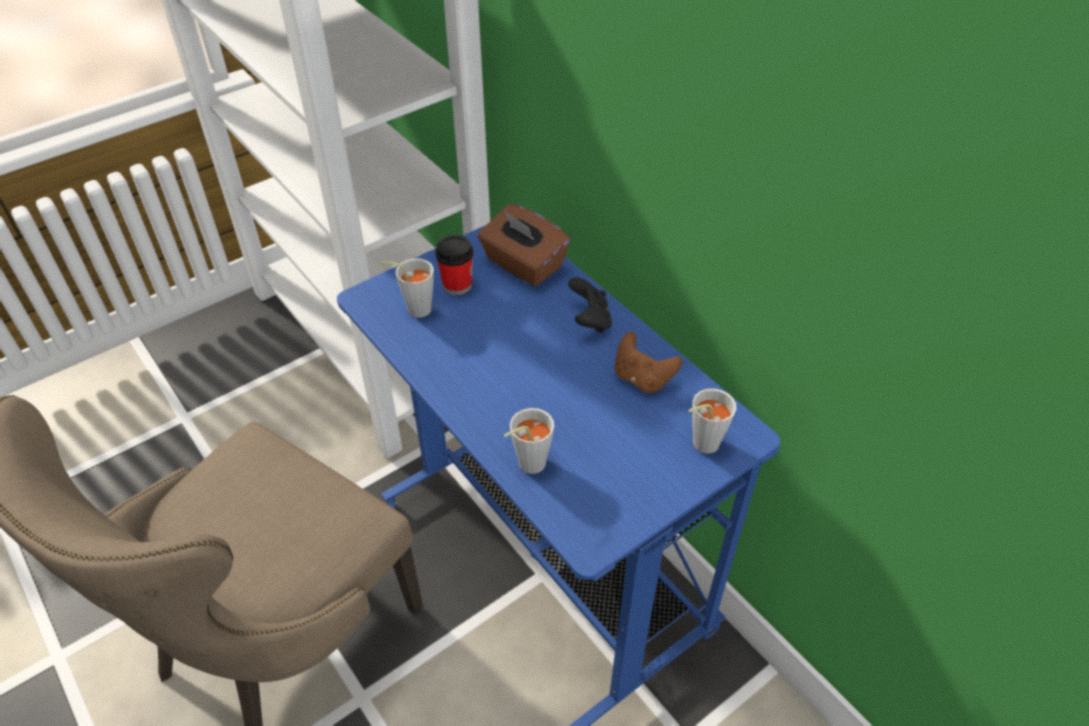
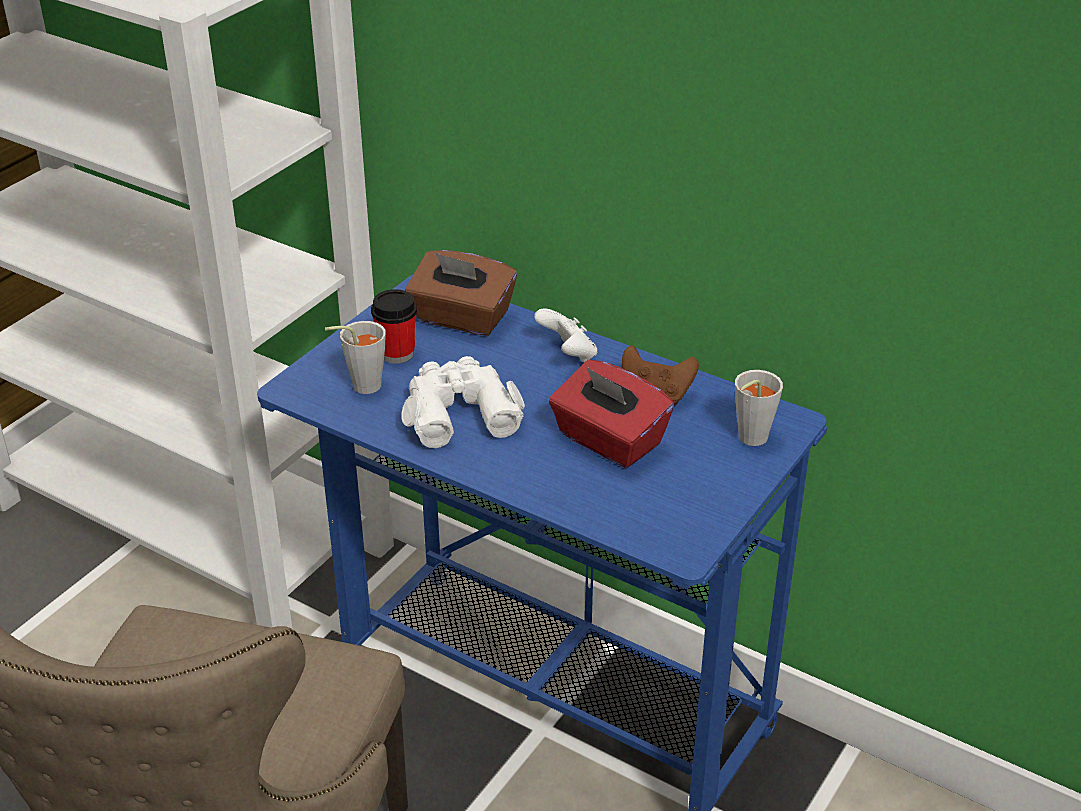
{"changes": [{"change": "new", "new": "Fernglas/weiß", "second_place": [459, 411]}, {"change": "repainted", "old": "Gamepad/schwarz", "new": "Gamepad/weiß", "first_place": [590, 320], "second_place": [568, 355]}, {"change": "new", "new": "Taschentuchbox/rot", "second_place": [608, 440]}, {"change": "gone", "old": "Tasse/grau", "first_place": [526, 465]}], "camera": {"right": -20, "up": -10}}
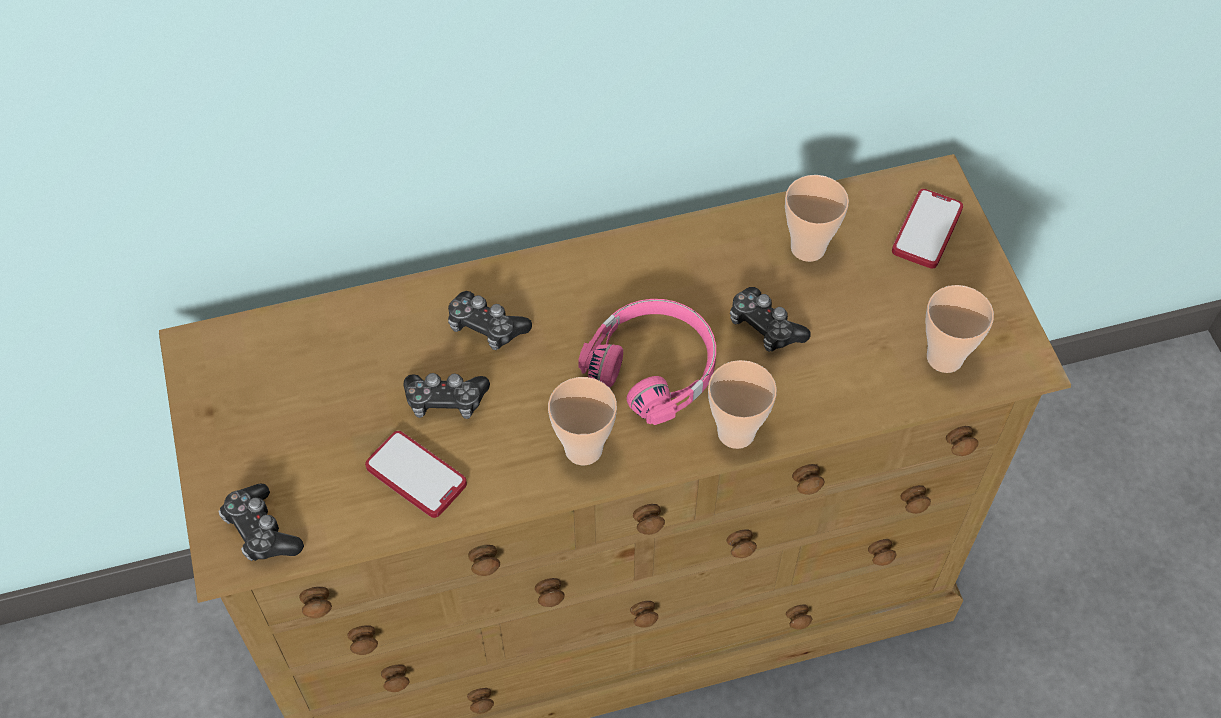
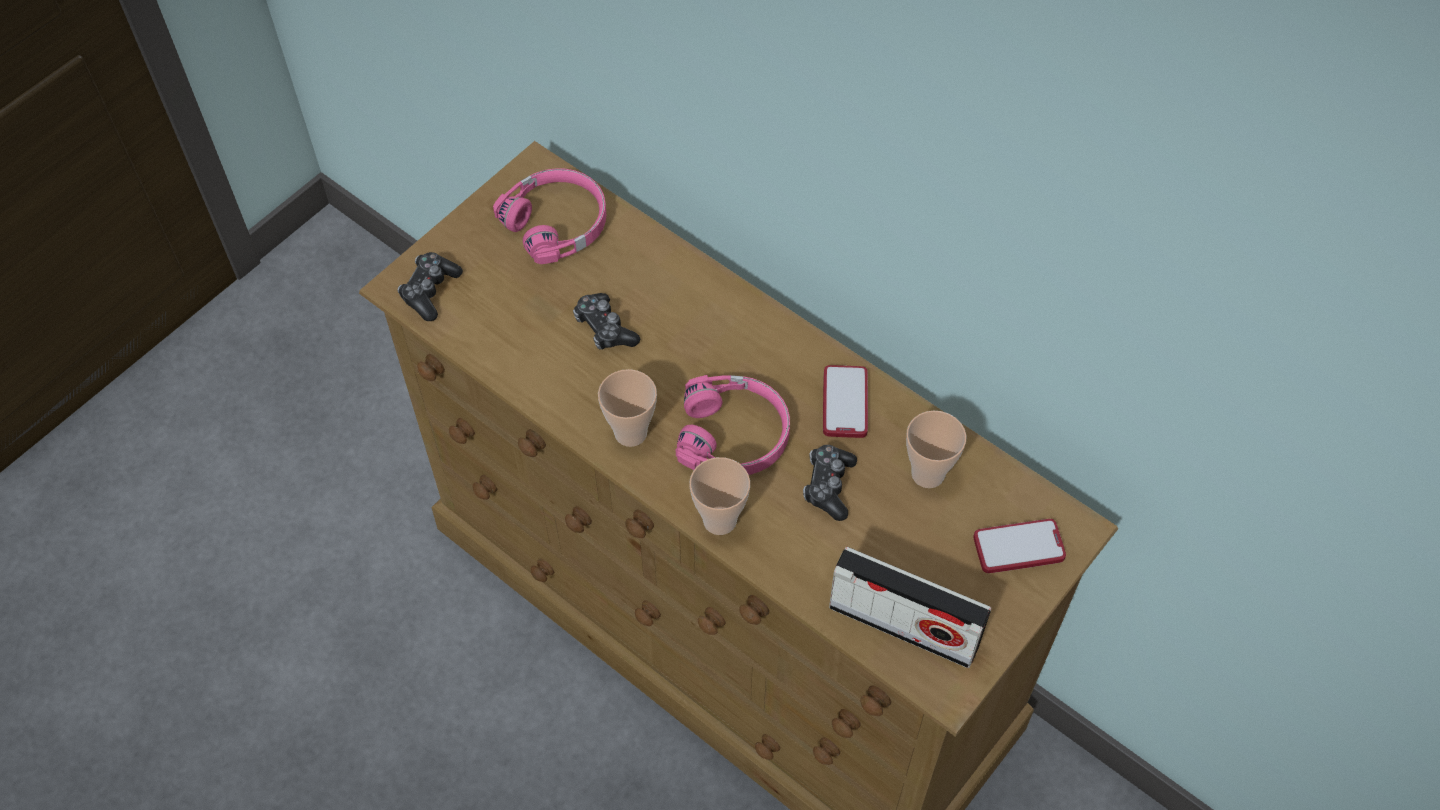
{"changes": [{"change": "new", "new": "Kopfhörer/rosa", "second_place": [557, 223]}, {"change": "shifted", "old": "Handy", "first_place": [416, 475], "second_place": [845, 403]}, {"change": "swapped", "old": "Tasse", "new": "Radio", "first_place": [944, 357], "second_place": [903, 626]}, {"change": "gone", "old": "Gamepad", "first_place": [486, 327]}], "camera": {"right": 55, "up": 0}}
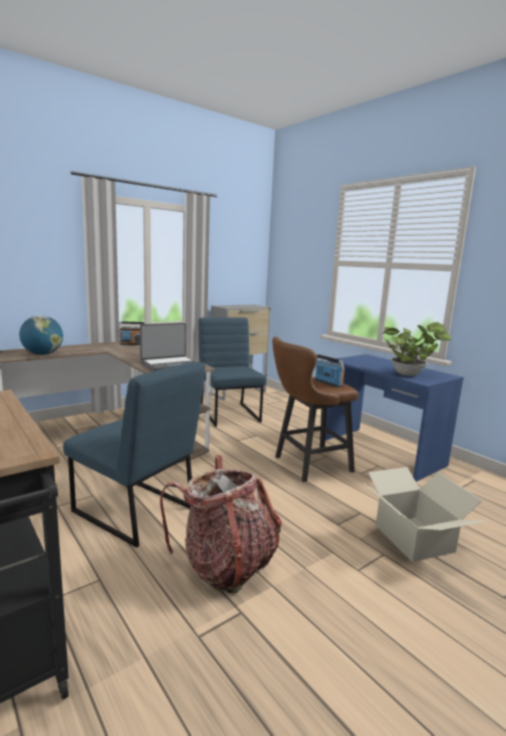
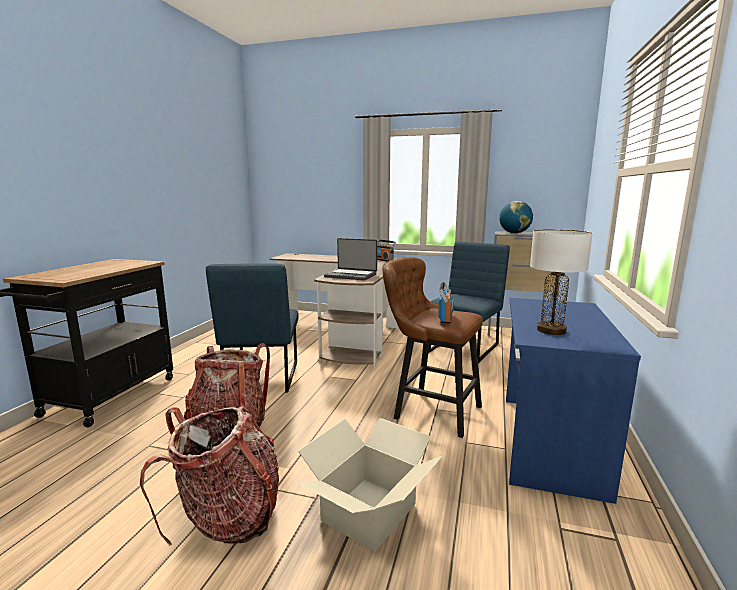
{"changes": [{"change": "new", "new": "Rucksack", "second_place": [228, 517]}, {"change": "shifted", "old": "Globus", "first_place": [42, 354], "second_place": [514, 233]}, {"change": "swapped", "old": "Topfpflanze", "new": "Tischlampe", "first_place": [410, 374], "second_place": [551, 330]}], "camera": {"right": 55, "up": 0}}
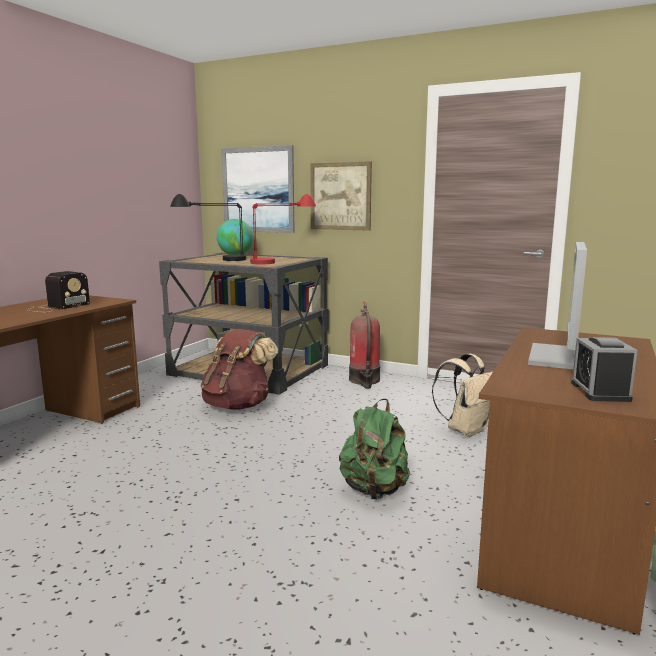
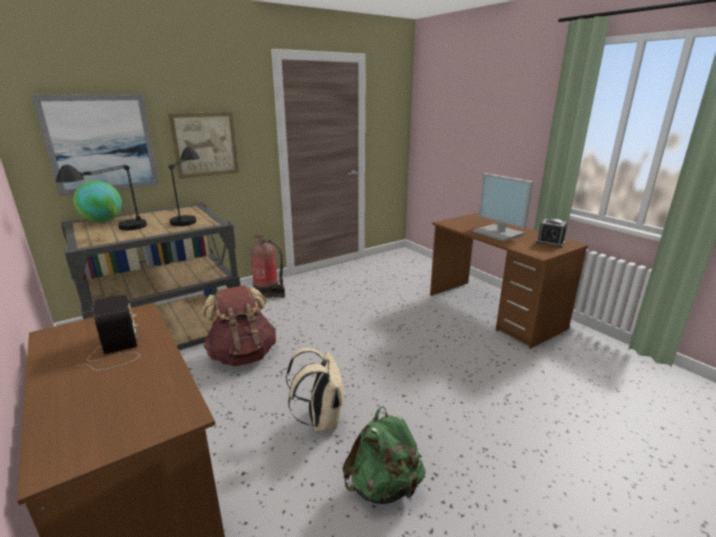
{"changes": [{"change": "repainted", "old": "Tischlampe/rot", "new": "Tischlampe/schwarz", "first_place": [282, 261], "second_place": [189, 216]}, {"change": "shifted", "old": "Rucksack/beige", "first_place": [466, 429], "second_place": [320, 420]}, {"change": "shifted", "old": "Rucksack/grün", "first_place": [374, 490], "second_place": [383, 487]}], "camera": {"right": -60, "up": 10}}
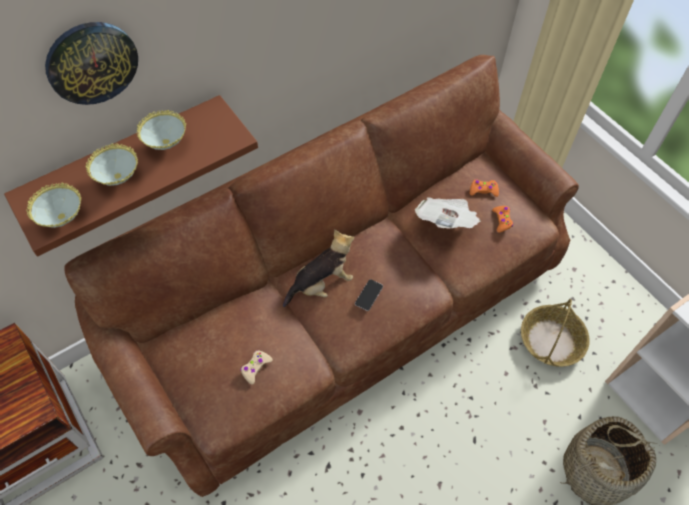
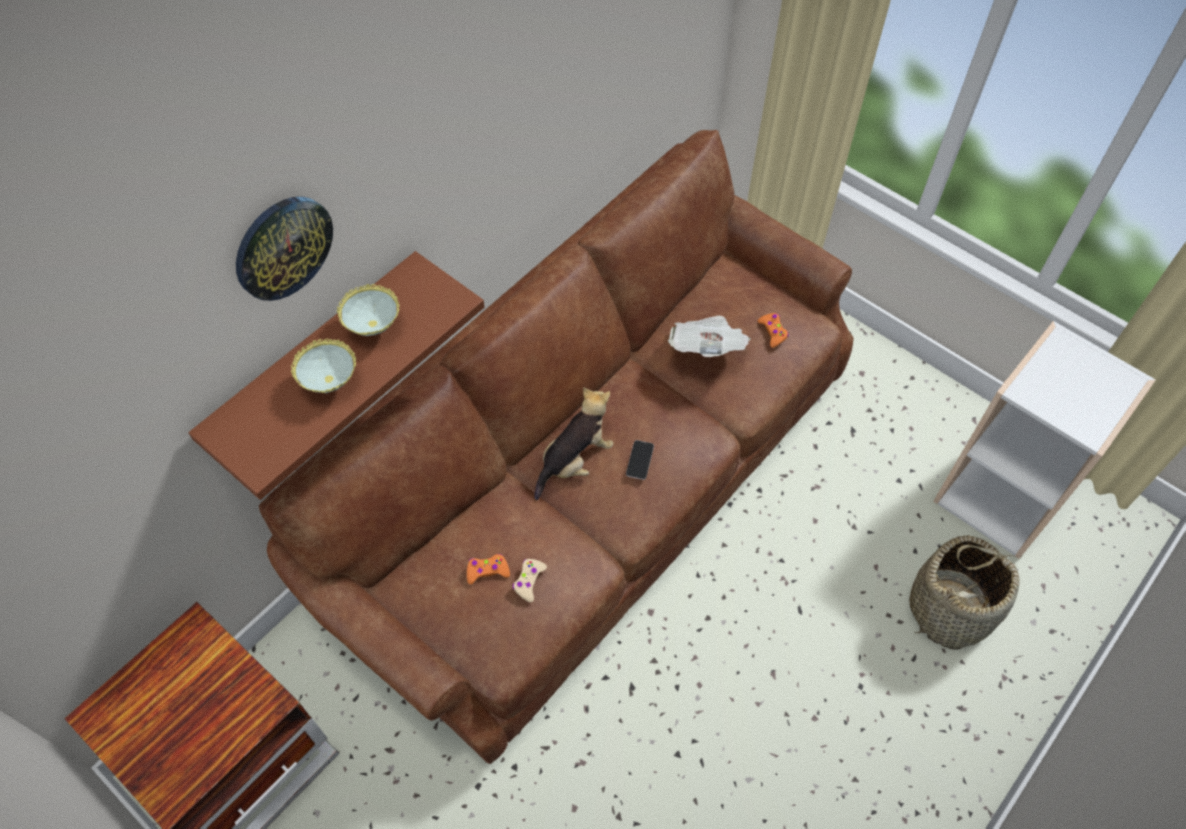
{"changes": [{"change": "shifted", "old": "Gamepad/orange", "first_place": [483, 190], "second_place": [487, 571]}, {"change": "gone", "old": "Schüssel", "first_place": [64, 220]}, {"change": "gone", "old": "Korb", "first_place": [551, 341]}], "camera": {"right": -15, "up": 0}}
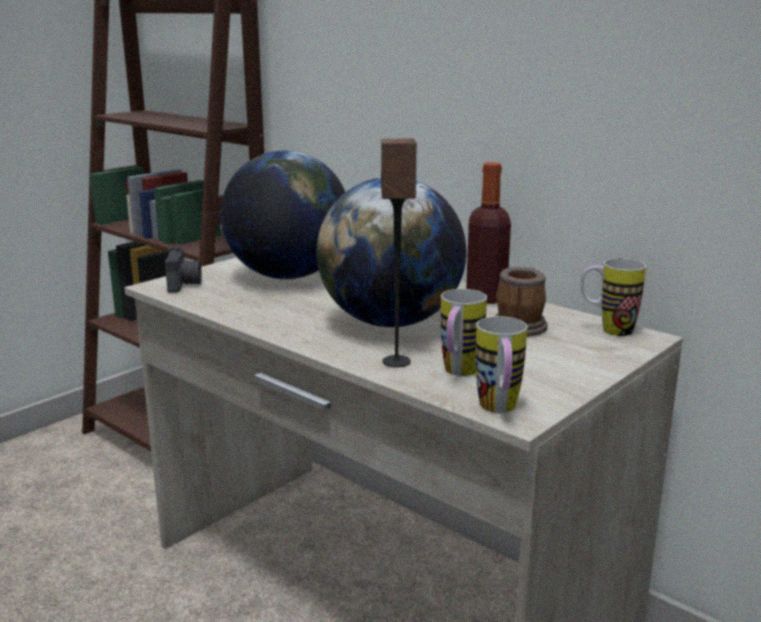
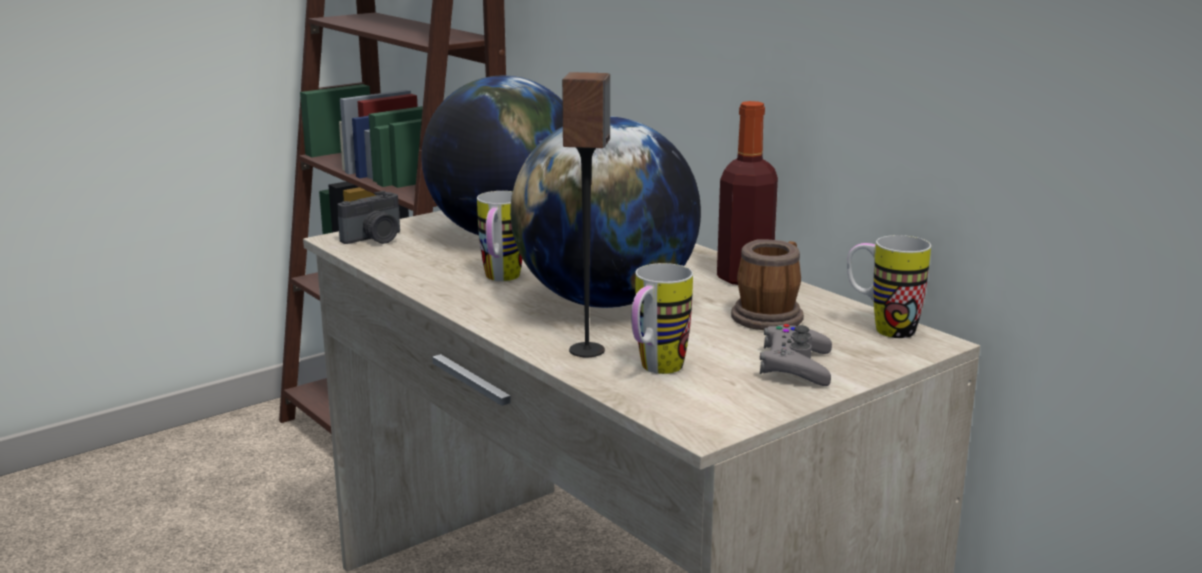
{"changes": [{"change": "rotated", "old": "Kamera", "first_place": [184, 284], "second_place": [375, 239], "degrees": 45}, {"change": "shifted", "old": "Henkelbecher", "first_place": [499, 410], "second_place": [499, 279]}, {"change": "new", "new": "Gamepad/grau", "second_place": [795, 366]}], "camera": {"right": 10, "up": 0}}
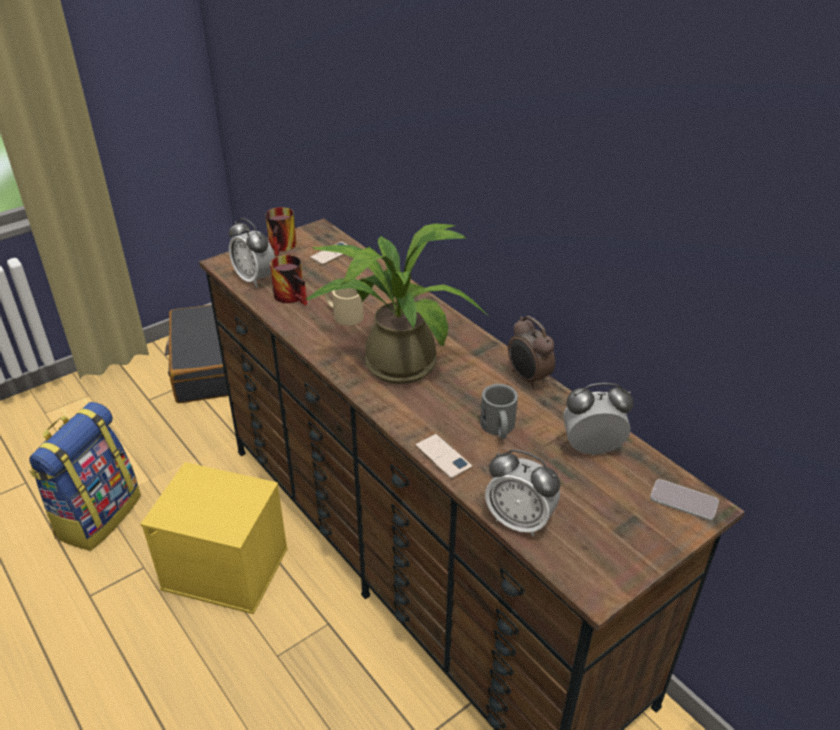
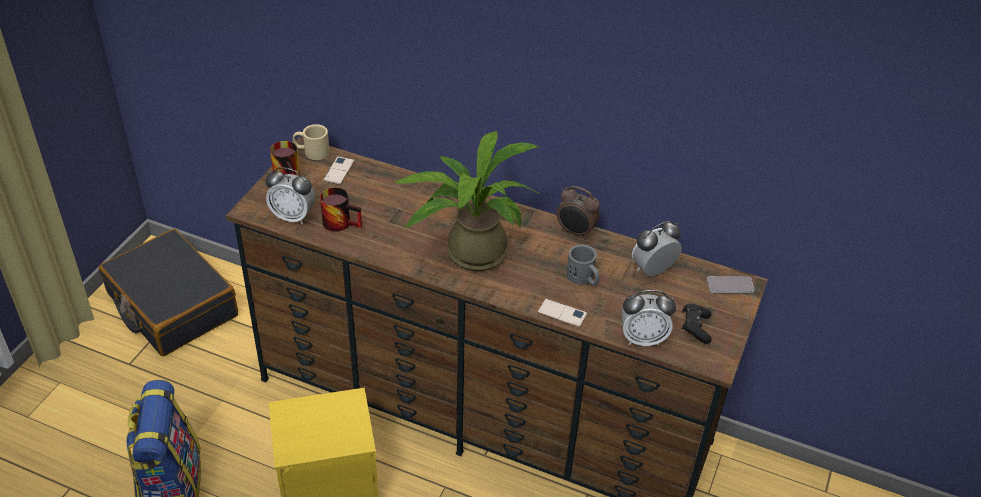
{"changes": [{"change": "shifted", "old": "Henkelbecher/beige", "first_place": [343, 314], "second_place": [311, 152]}, {"change": "new", "new": "Gamepad/schwarz", "second_place": [695, 328]}], "camera": {"right": -30, "up": 5}}
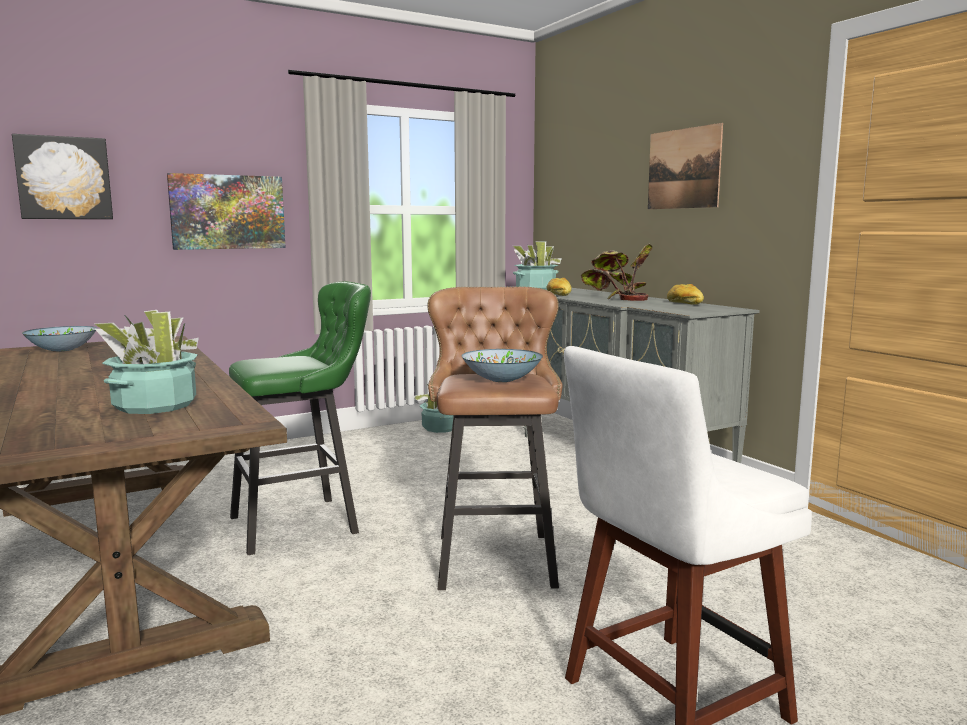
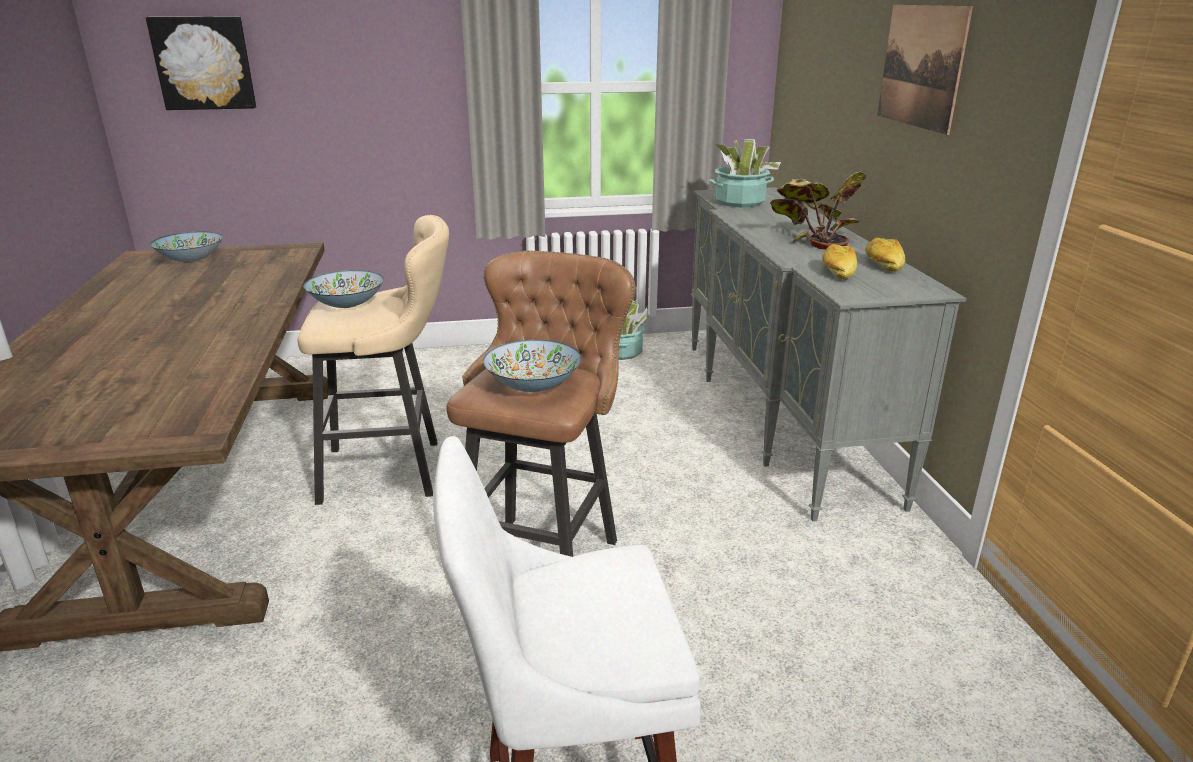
{"changes": [{"change": "repainted", "old": "Hocker/grün", "new": "Hocker/beige", "first_place": [309, 521], "second_place": [398, 470]}, {"change": "new", "new": "Schüssel", "second_place": [347, 304]}, {"change": "shifted", "old": "Brot", "first_place": [558, 295], "second_place": [837, 272]}, {"change": "gone", "old": "Topfpflanze", "first_place": [155, 405]}, {"change": "gone", "old": "Bild", "first_place": [228, 212]}], "camera": {"right": 20, "up": 15}}
